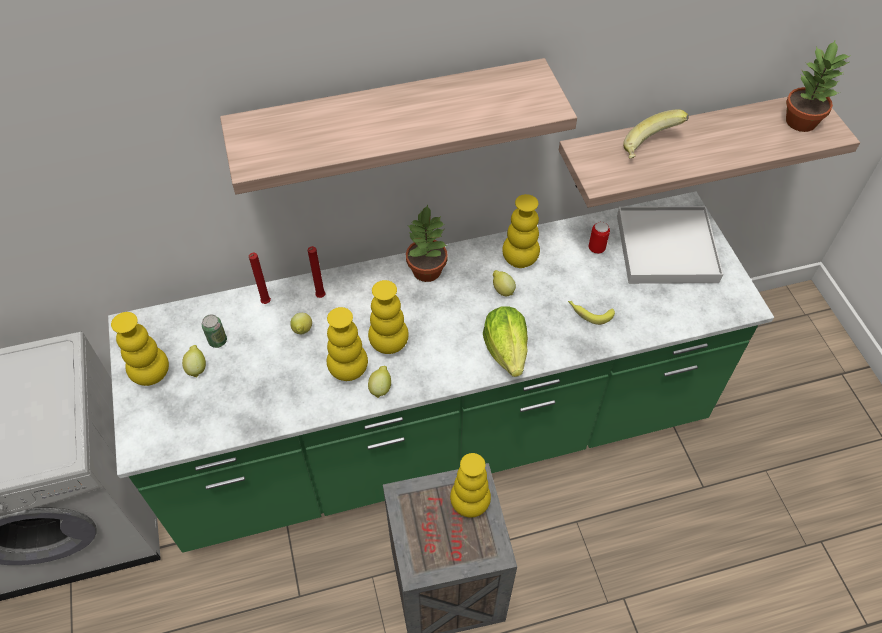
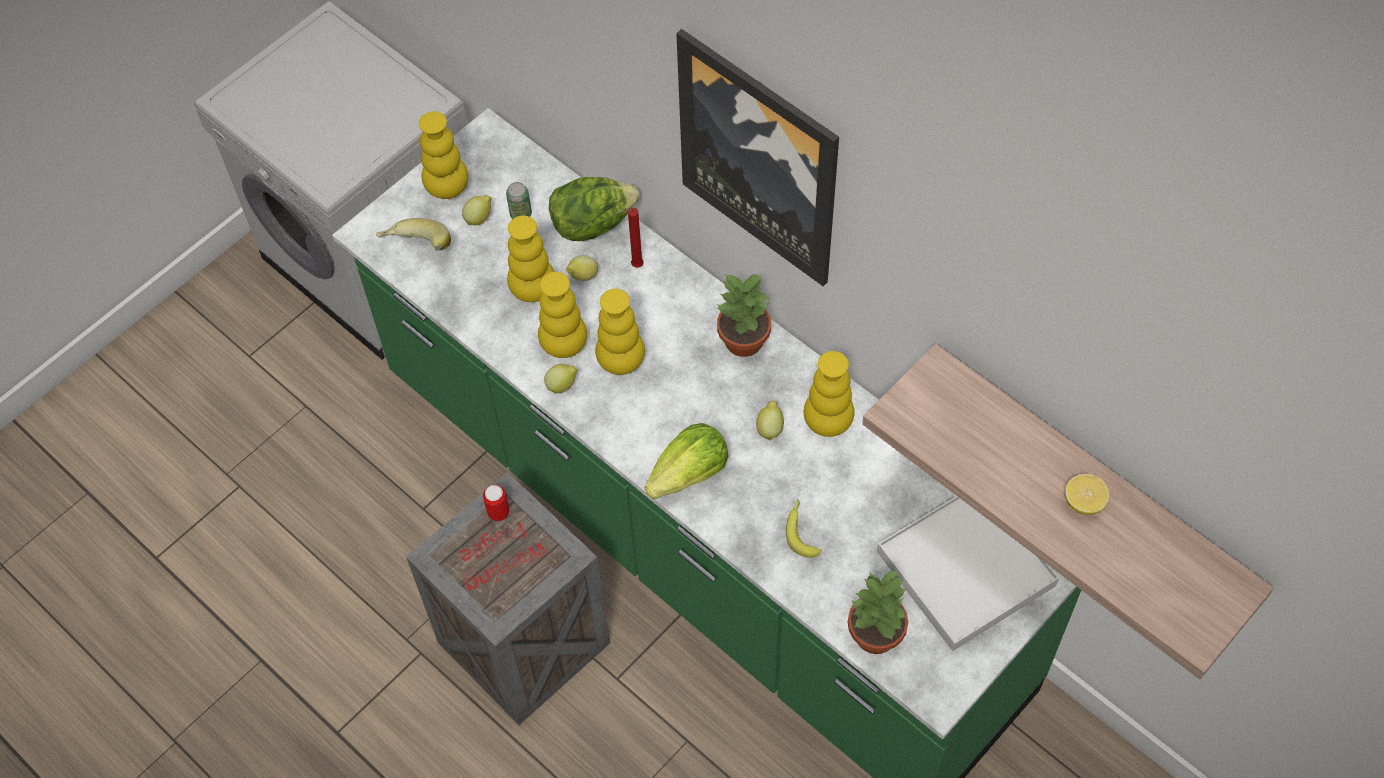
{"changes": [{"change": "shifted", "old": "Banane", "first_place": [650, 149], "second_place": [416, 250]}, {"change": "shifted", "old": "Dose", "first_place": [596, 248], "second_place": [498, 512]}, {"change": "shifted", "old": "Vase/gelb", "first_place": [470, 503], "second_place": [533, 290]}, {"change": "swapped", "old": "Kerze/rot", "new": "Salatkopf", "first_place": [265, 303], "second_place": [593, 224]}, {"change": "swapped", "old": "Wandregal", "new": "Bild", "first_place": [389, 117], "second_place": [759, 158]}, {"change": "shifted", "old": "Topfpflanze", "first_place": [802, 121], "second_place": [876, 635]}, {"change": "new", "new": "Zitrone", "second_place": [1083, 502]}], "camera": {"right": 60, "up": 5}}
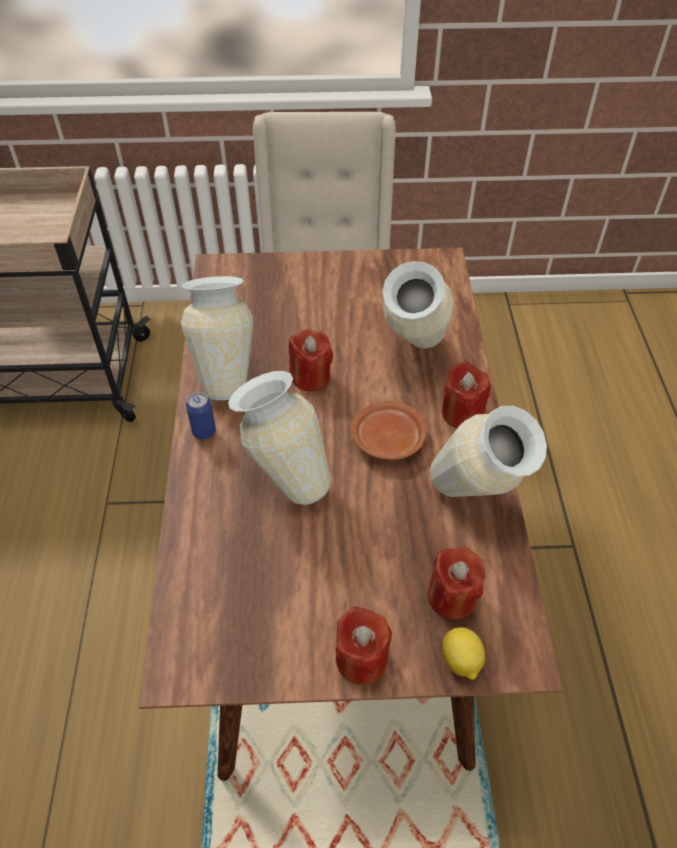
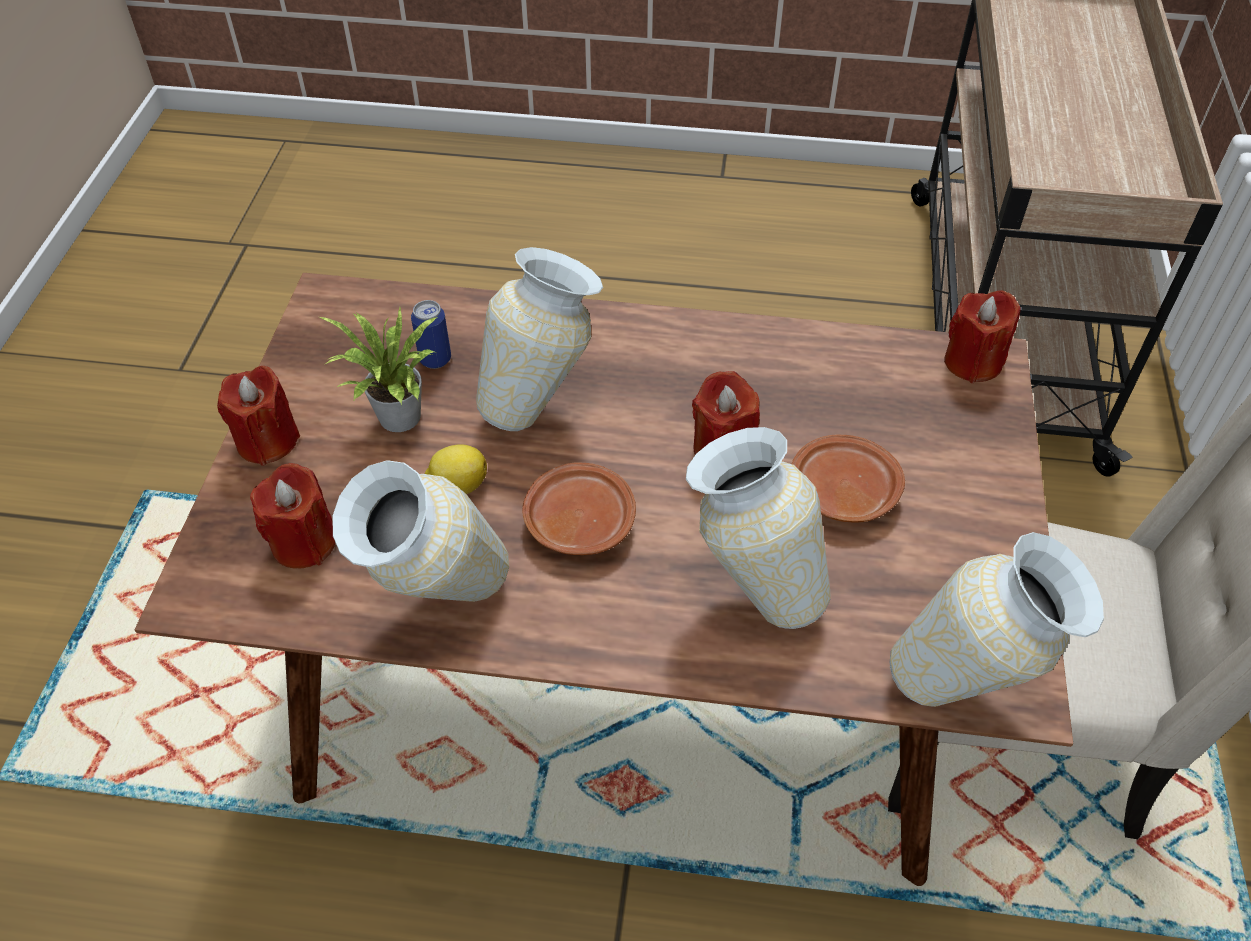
{"changes": [{"change": "new", "new": "Topfpflanze", "second_place": [398, 421]}, {"change": "shifted", "old": "Dose", "first_place": [204, 432], "second_place": [435, 359]}, {"change": "shifted", "old": "Zitrone", "first_place": [461, 661], "second_place": [458, 485]}, {"change": "new", "new": "Teller/braun", "second_place": [842, 491]}, {"change": "shifted", "old": "Vase", "first_place": [227, 375], "second_place": [970, 688]}, {"change": "shifted", "old": "Kerze/rot", "first_place": [462, 413], "second_place": [972, 362]}], "camera": {"right": 100, "up": 0}}
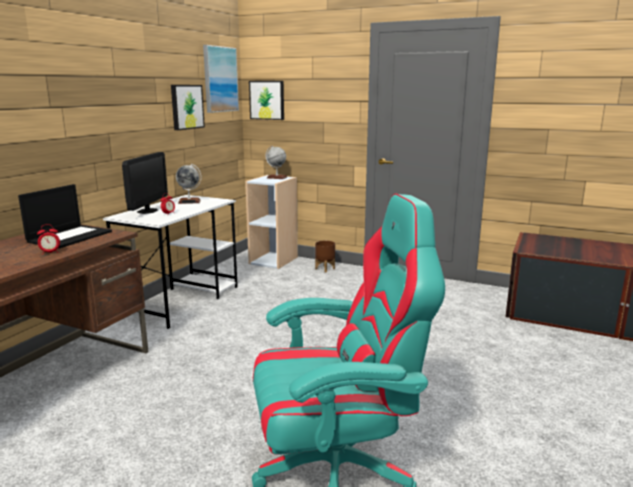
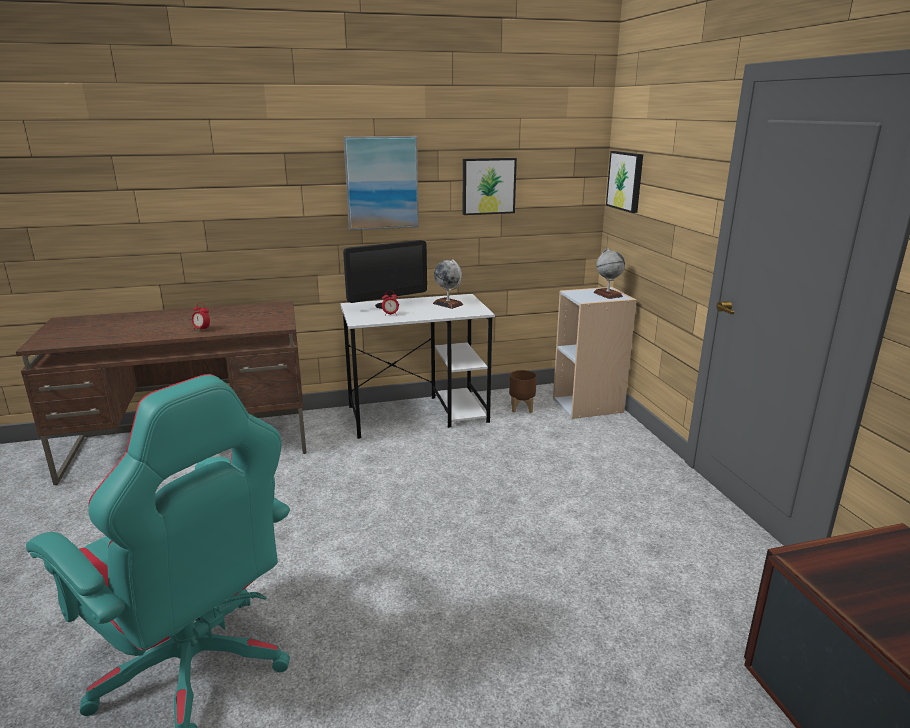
{"changes": [{"change": "shifted", "old": "Bild", "first_place": [220, 79], "second_place": [381, 183]}, {"change": "shifted", "old": "Pflanzkübel/braun", "first_place": [324, 268], "second_place": [521, 408]}, {"change": "gone", "old": "Laptop", "first_place": [70, 236]}], "camera": {"right": 50, "up": 5}}
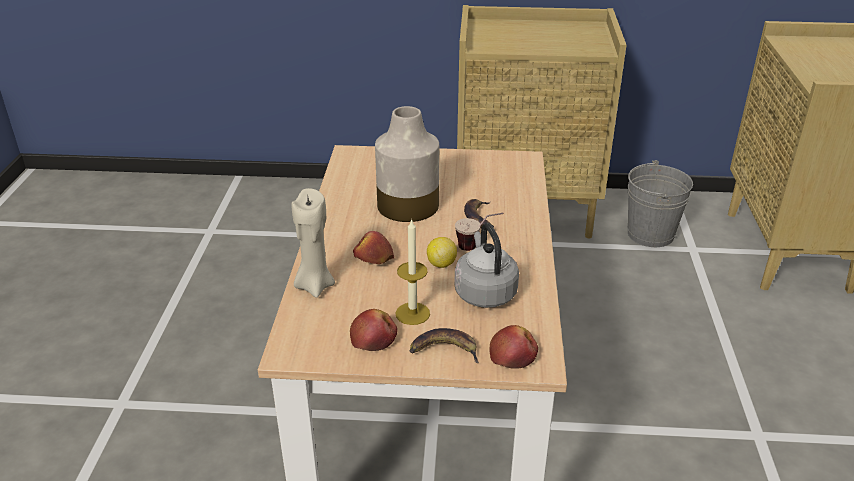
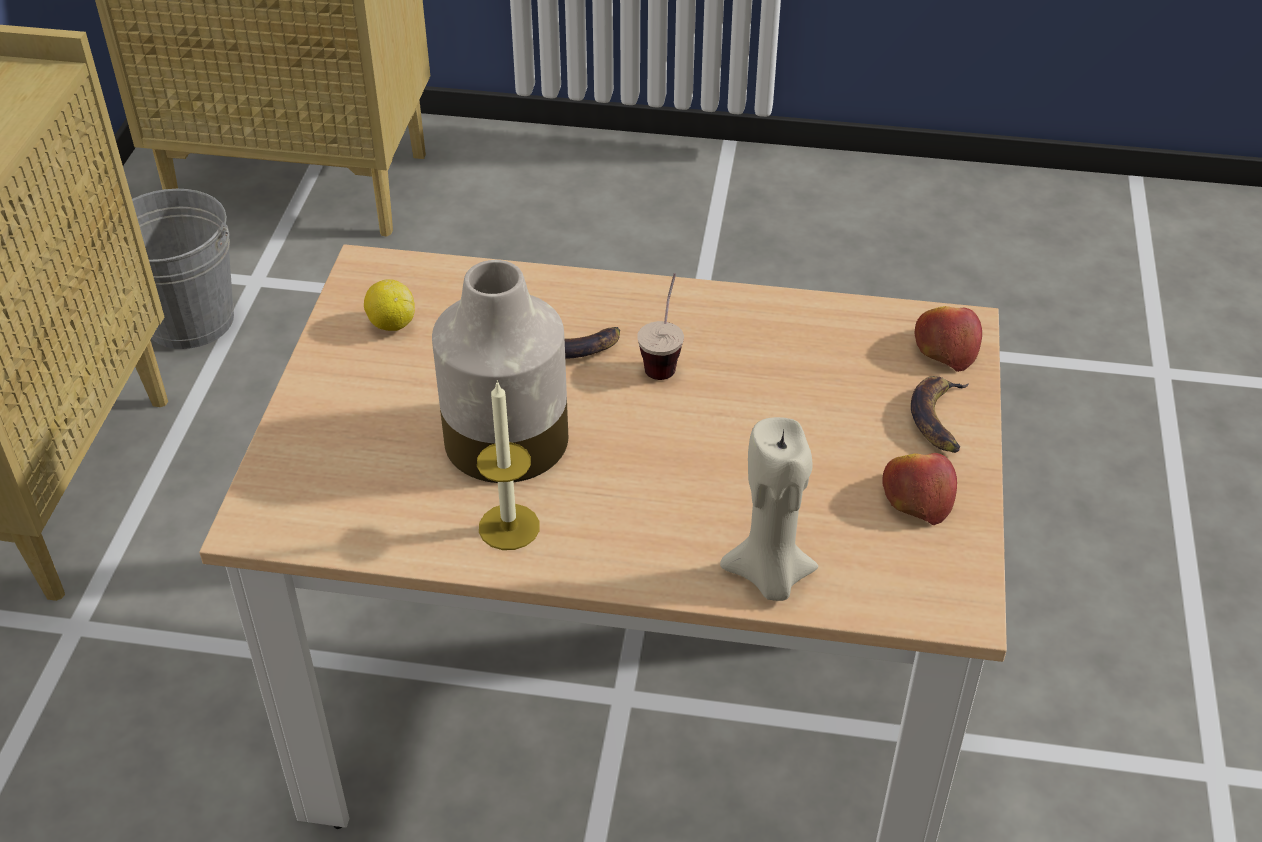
{"changes": [{"change": "shifted", "old": "Zitrone", "first_place": [441, 264], "second_place": [391, 324]}, {"change": "shifted", "old": "Kerze", "first_place": [412, 313], "second_place": [509, 527]}, {"change": "gone", "old": "Apfel", "first_place": [373, 258]}, {"change": "gone", "old": "Wasserkessel/grau", "first_place": [484, 292]}], "camera": {"right": -85, "up": 10}}
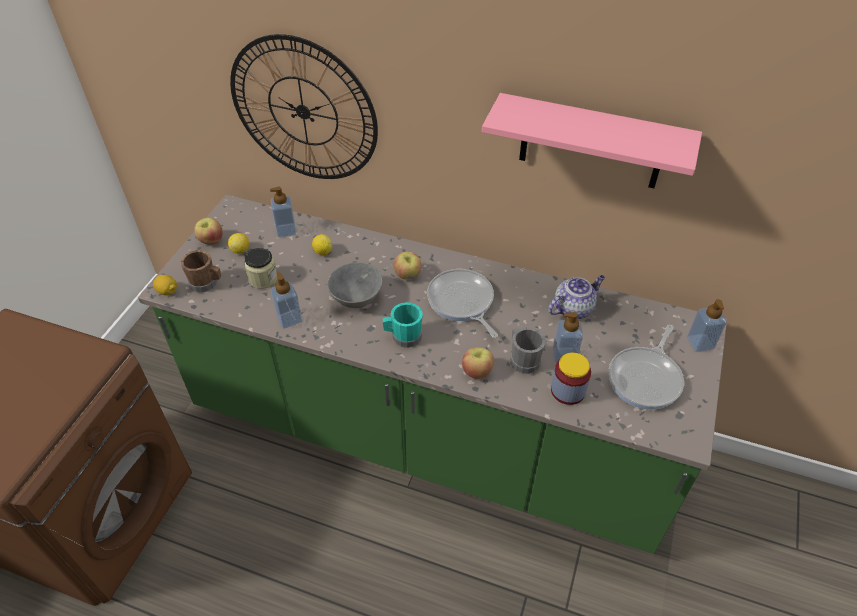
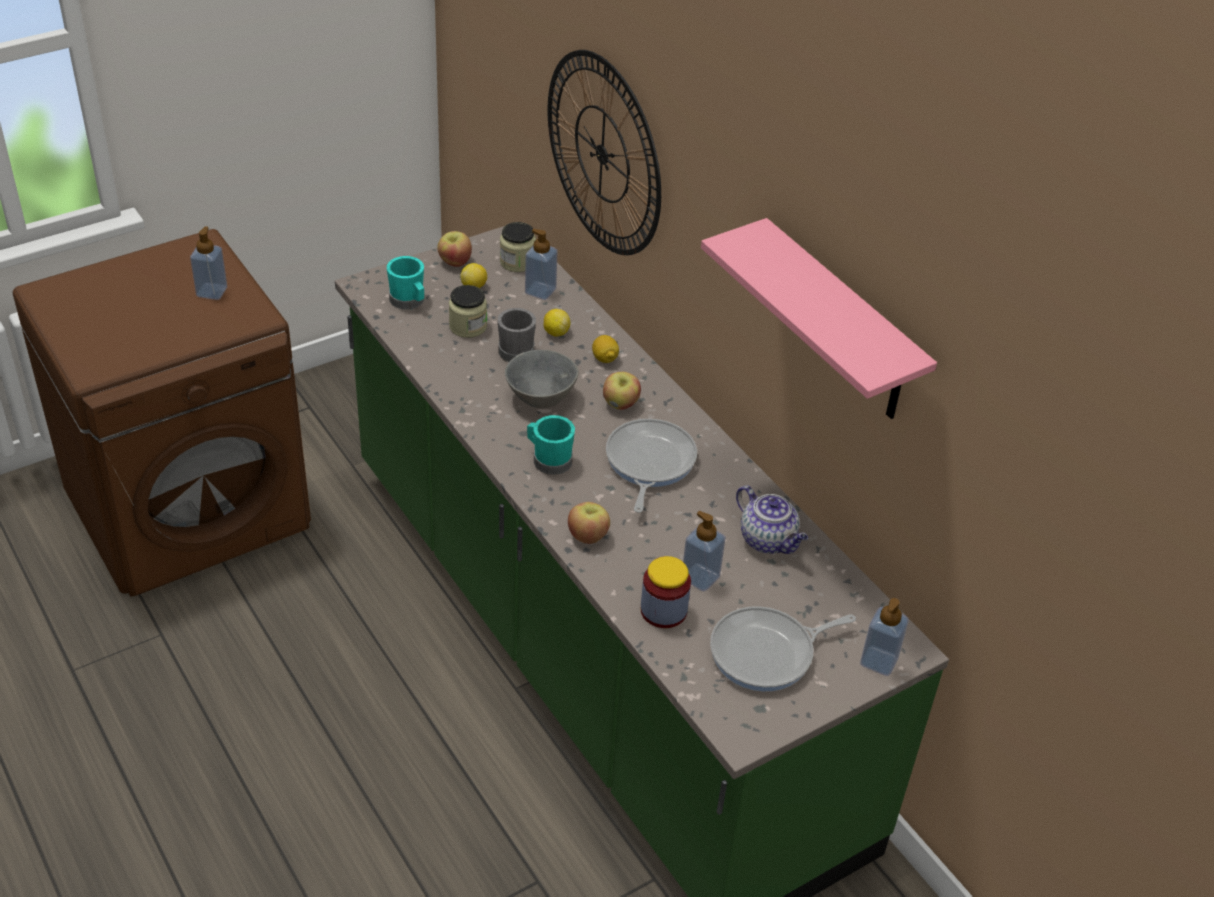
{"changes": [{"change": "shifted", "old": "Seifenspender", "first_place": [289, 319], "second_place": [212, 292]}, {"change": "repainted", "old": "Henkelbecher/braun", "new": "Henkelbecher/türkis", "first_place": [206, 283], "second_place": [409, 301]}, {"change": "shifted", "old": "Henkelbecher/grau", "first_place": [523, 359], "second_place": [517, 349]}, {"change": "new", "new": "Vorratsglas", "second_place": [517, 262]}, {"change": "shifted", "old": "Zitrone", "first_place": [167, 291], "second_place": [604, 358]}, {"change": "rotated", "old": "Teekanne", "first_place": [573, 308], "second_place": [768, 540], "degrees": 45}], "camera": {"right": 35, "up": -5}}
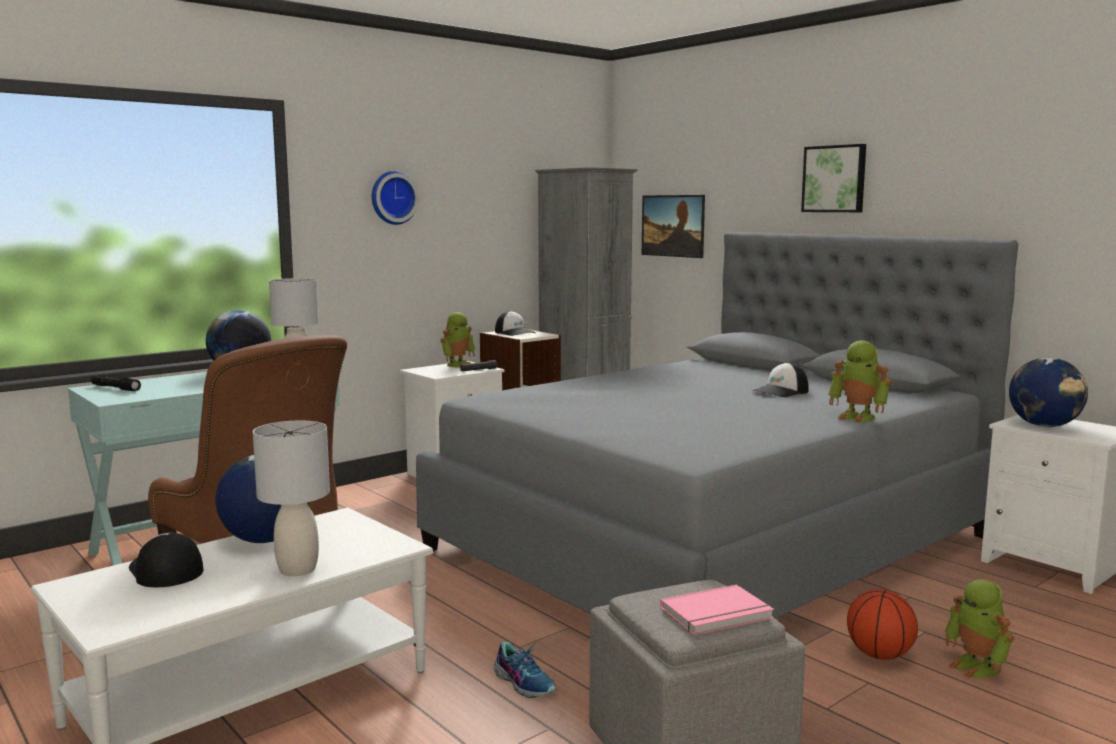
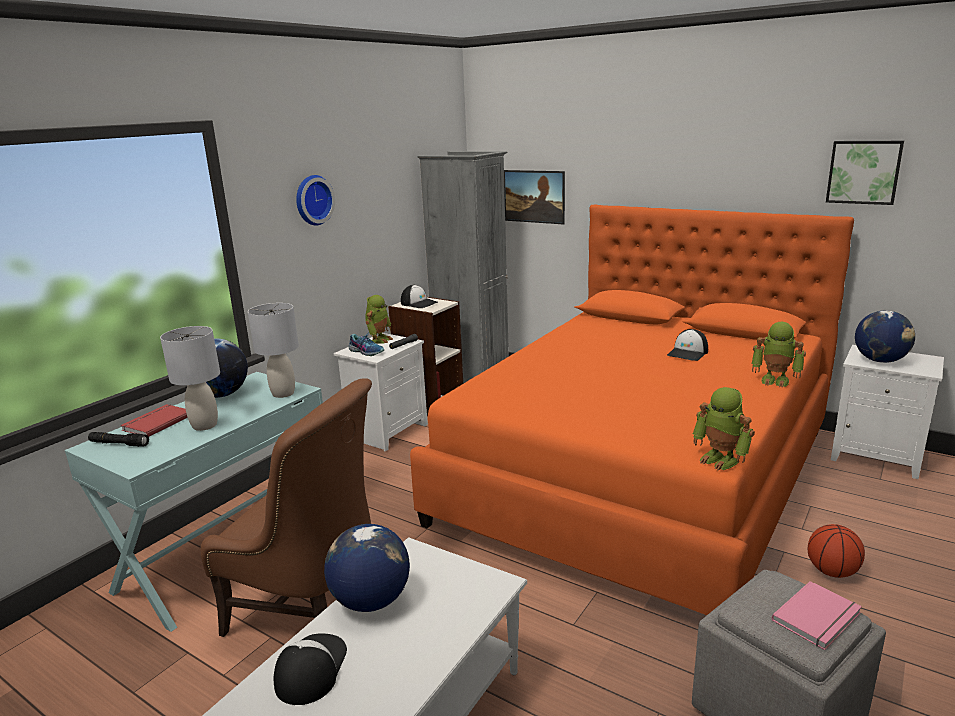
{"changes": [{"change": "new", "new": "Buch/rot", "second_place": [156, 422]}, {"change": "shifted", "old": "Tischlampe/grau", "first_place": [298, 569], "second_place": [205, 425]}, {"change": "rotated", "old": "Kappe", "first_place": [165, 570], "second_place": [310, 669], "degrees": 60}, {"change": "shifted", "old": "Schuh", "first_place": [524, 683], "second_place": [366, 351]}, {"change": "repainted", "old": "Bett/grau", "new": "Bett/orange", "first_place": [712, 542], "second_place": [639, 475]}, {"change": "shifted", "old": "Spielzeugroboter", "first_place": [976, 667], "second_place": [721, 459]}, {"change": "shifted", "old": "Bild", "first_place": [835, 179], "second_place": [864, 172]}], "camera": {"right": -15, "up": 10}}
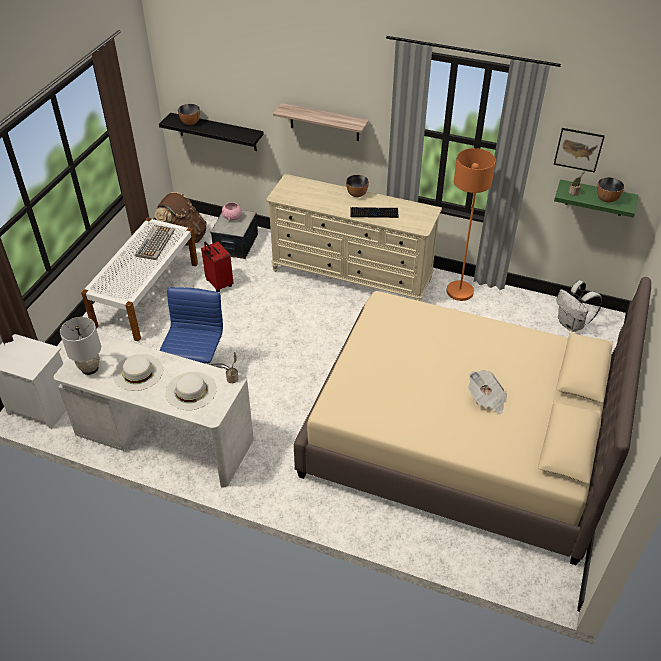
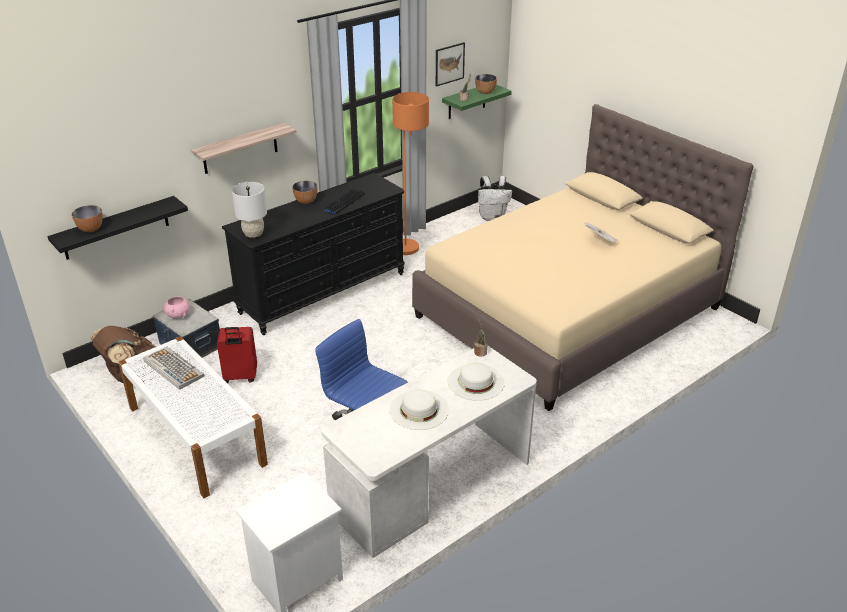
{"changes": [{"change": "repainted", "old": "Kommode/beige", "new": "Kommode/schwarz", "first_place": [352, 276], "second_place": [324, 293]}, {"change": "shifted", "old": "Tischlampe/weiß", "first_place": [89, 368], "second_place": [253, 236]}], "camera": {"right": -60, "up": -10}}
